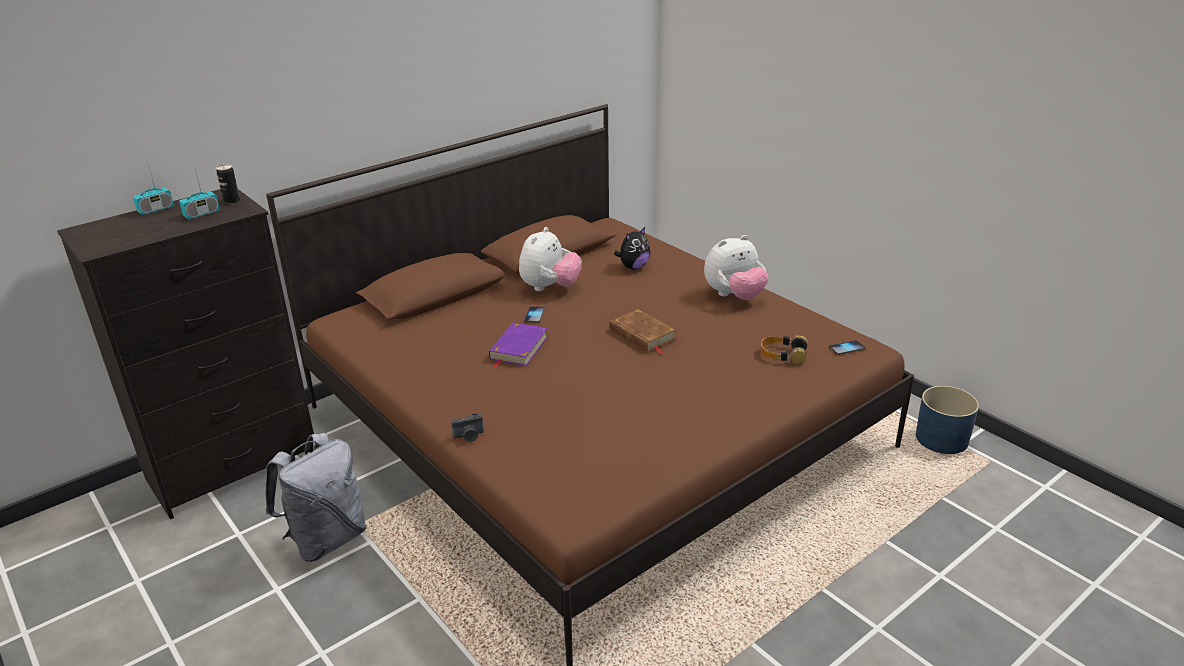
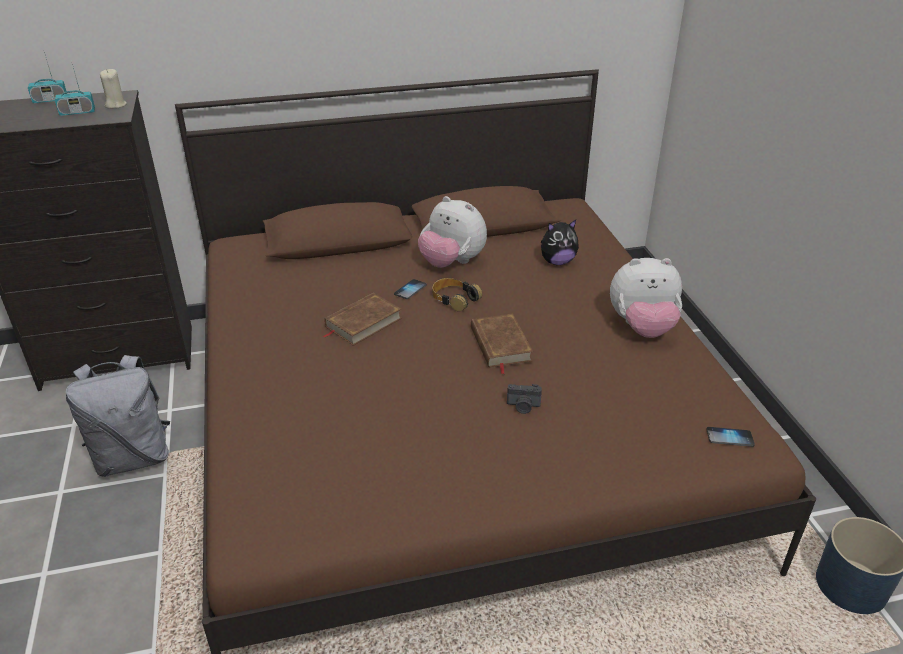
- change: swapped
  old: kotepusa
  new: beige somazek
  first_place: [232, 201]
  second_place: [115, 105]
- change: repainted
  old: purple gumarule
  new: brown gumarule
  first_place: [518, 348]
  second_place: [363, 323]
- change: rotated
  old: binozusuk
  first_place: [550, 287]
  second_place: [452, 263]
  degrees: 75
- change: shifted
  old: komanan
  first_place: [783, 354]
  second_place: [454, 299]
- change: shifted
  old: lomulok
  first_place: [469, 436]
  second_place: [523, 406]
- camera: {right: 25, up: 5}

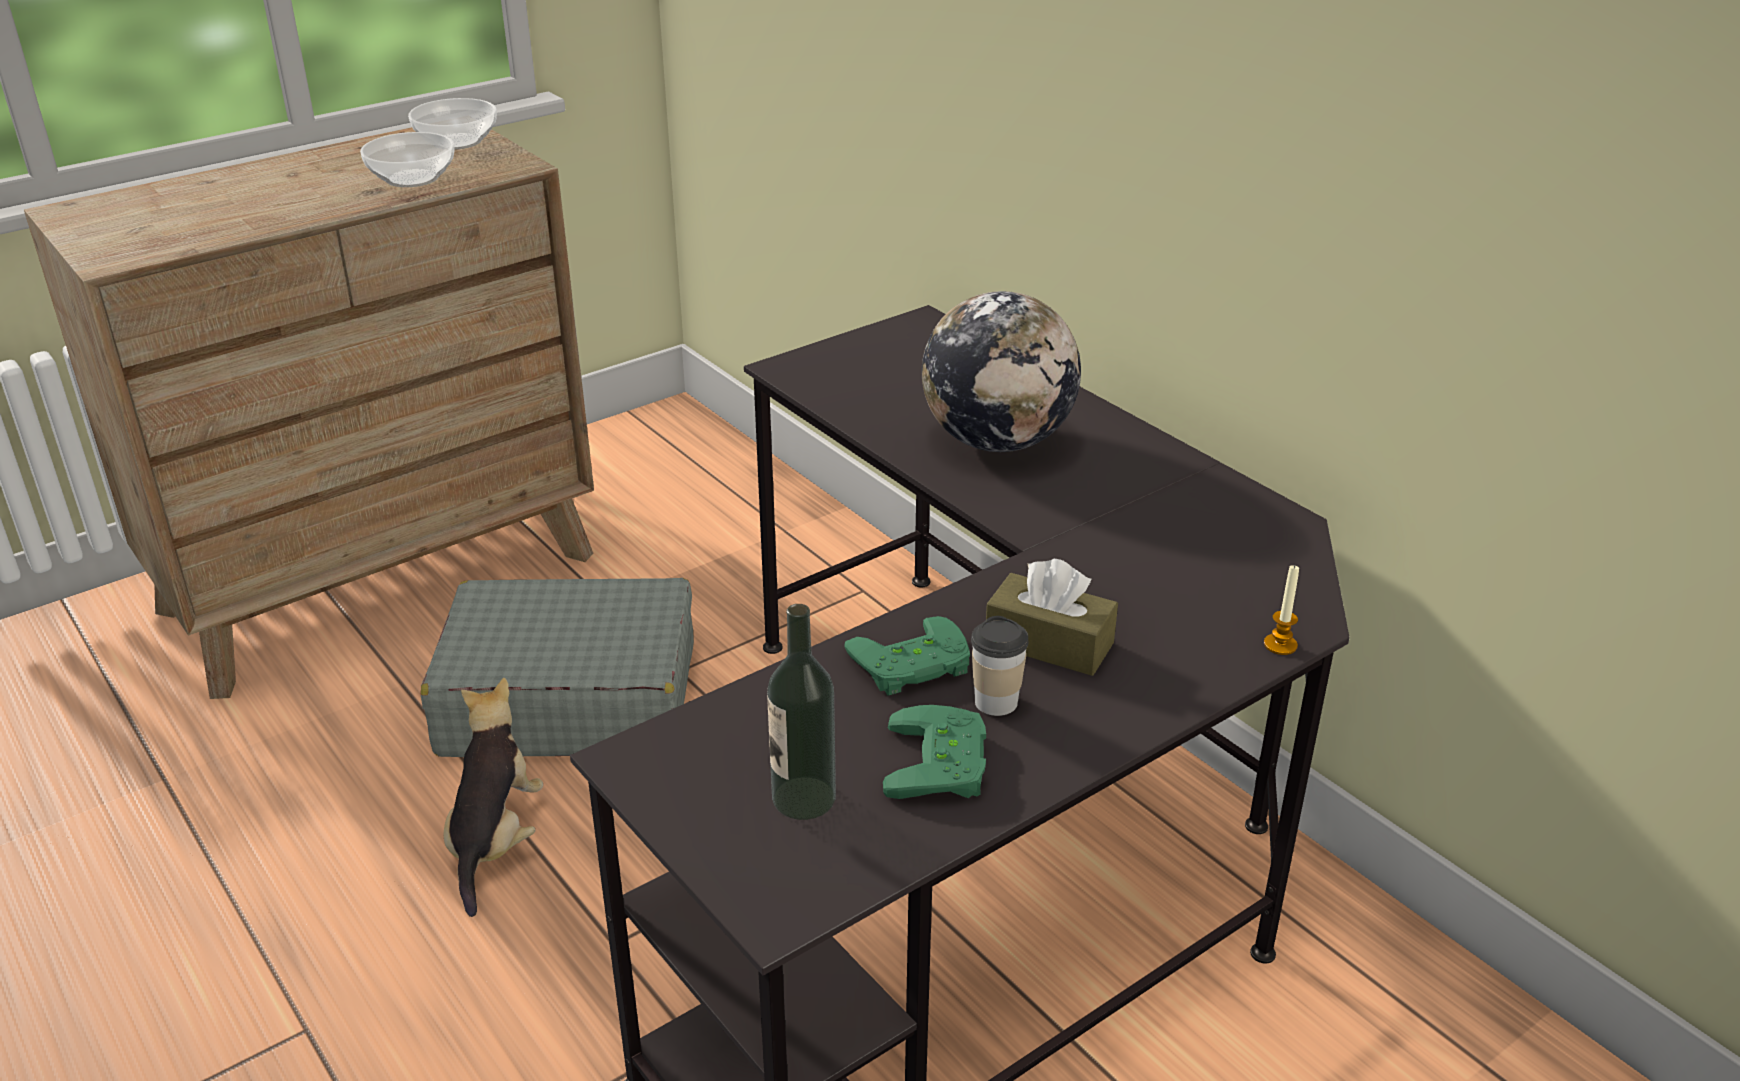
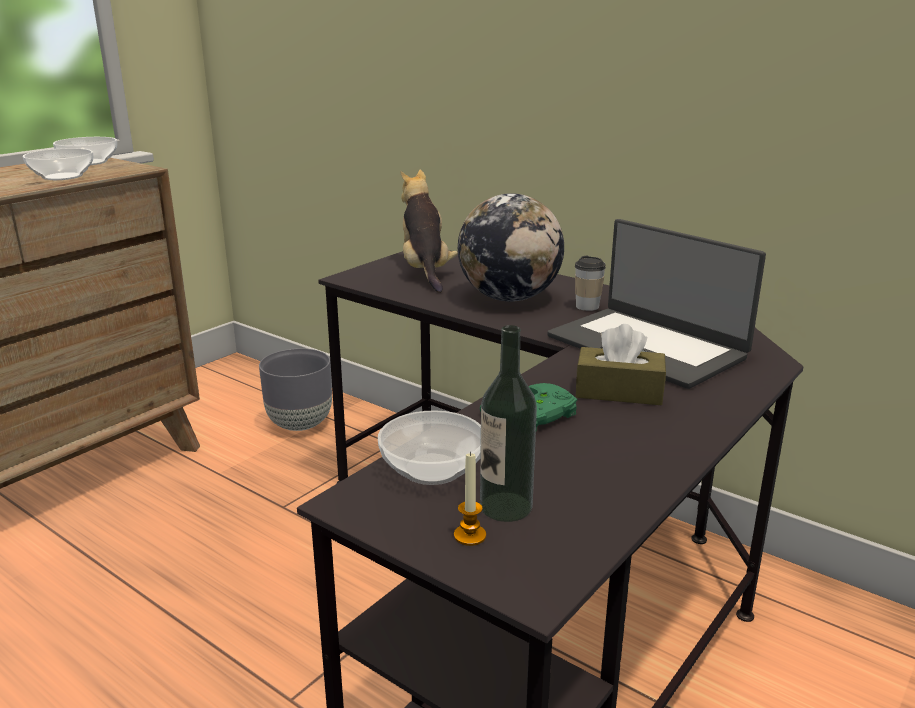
- change: new
  new: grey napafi
  second_place: [299, 424]
- change: new
  new: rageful
  second_place: [431, 470]
- change: shifted
  old: binozusuk
  first_place: [495, 840]
  second_place: [425, 271]
- change: shifted
  old: somazek
  first_place: [1280, 645]
  second_place: [470, 536]
- change: new
  new: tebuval
  second_place: [647, 346]
- change: shifted
  old: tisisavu
  first_place: [996, 702]
  second_place: [587, 306]
- change: gone
  old: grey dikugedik
  first_place: [568, 698]
- change: gone
  old: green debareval
  first_place: [944, 763]
- camera: {right: -15, up: -10}

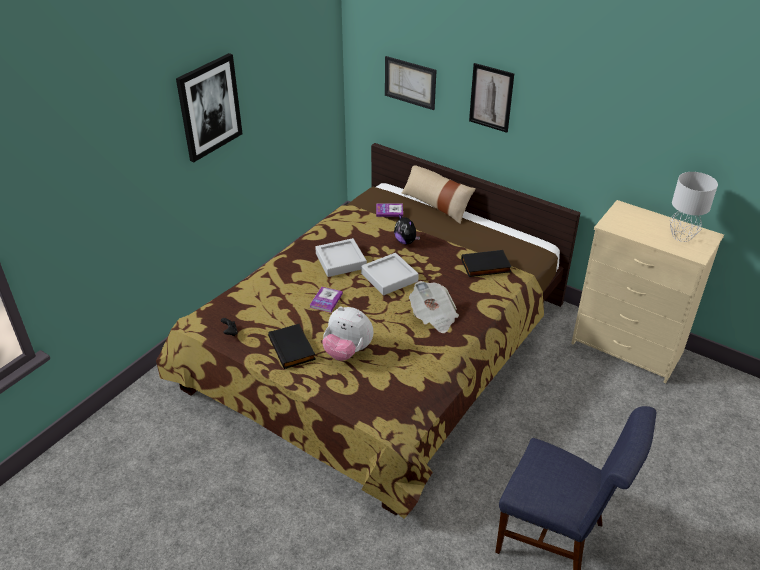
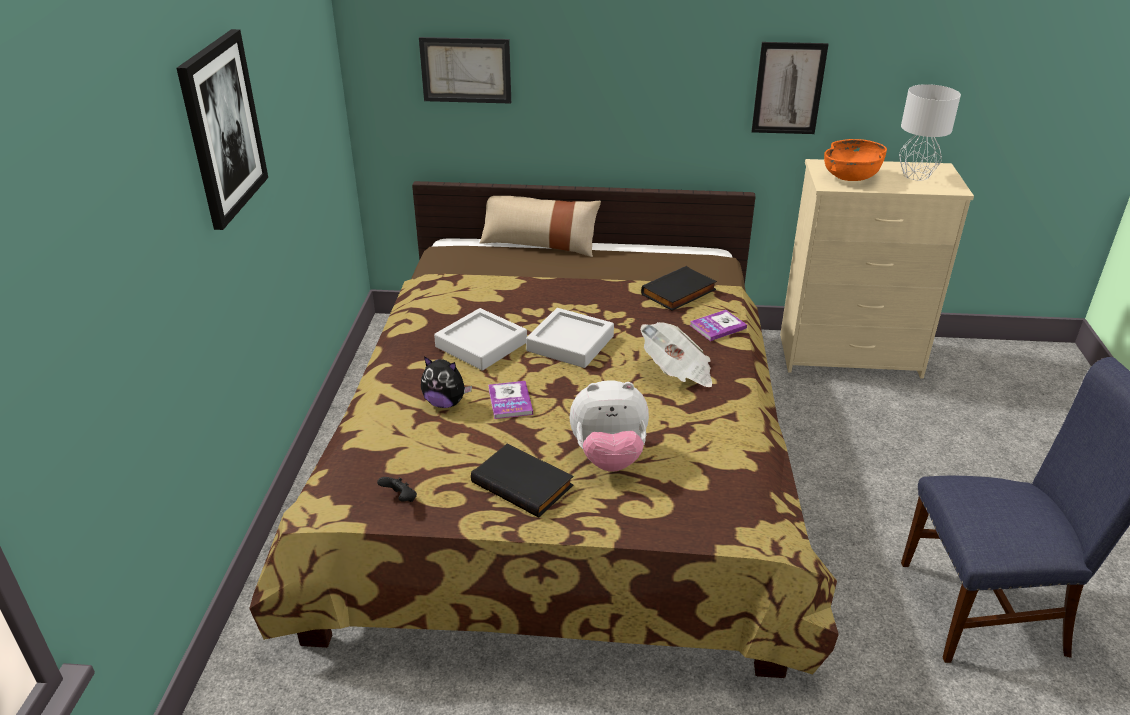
- change: shifted
  old: binozusuk
  first_place: [406, 242]
  second_place: [445, 403]
- change: shifted
  old: gumarule
  first_place: [389, 211]
  second_place: [718, 327]
- change: shifted
  old: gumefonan
  first_place: [491, 97]
  second_place: [788, 88]
- change: new
  new: orange rageful
  second_place: [851, 177]
- camera: {right: -30, up: -5}

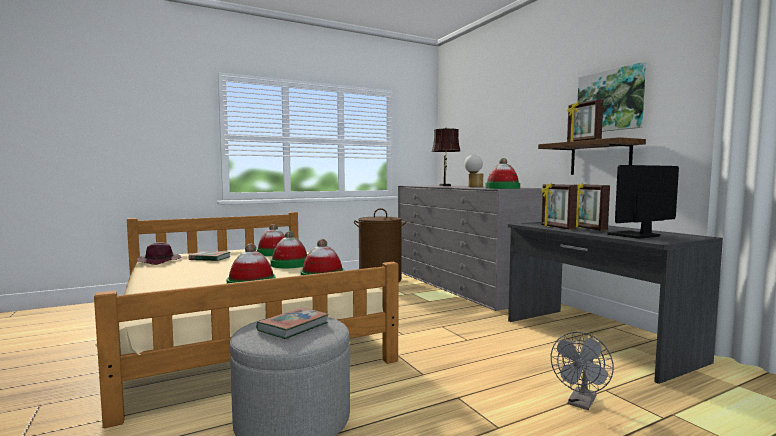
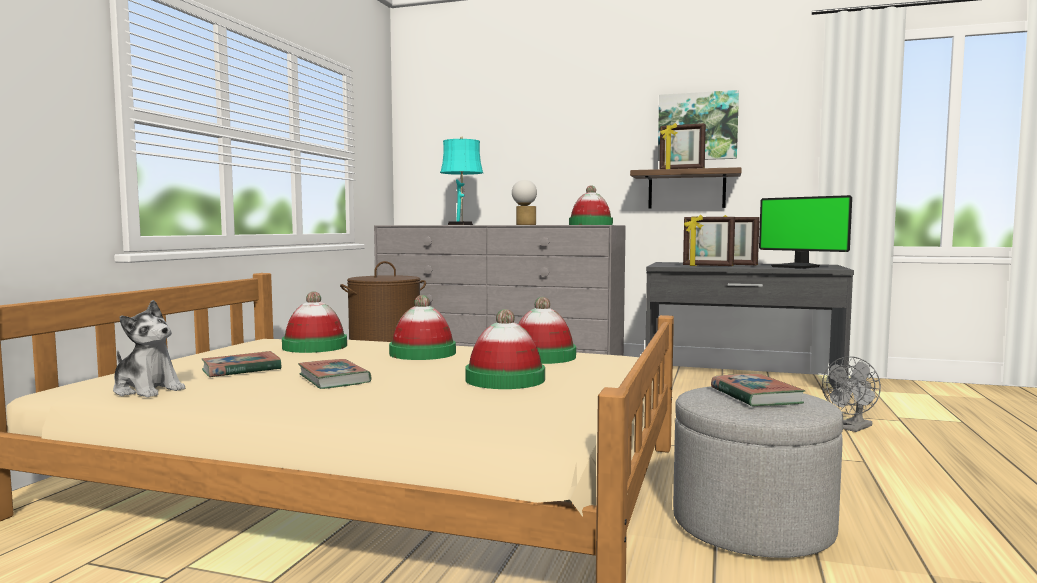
- change: swapped
  old: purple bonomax
  new: binozusuk
  first_place: [160, 261]
  second_place: [147, 390]
- change: new
  new: gumarule
  second_place: [334, 379]
- change: repainted
  old: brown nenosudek
  new: turquoise nenosudek
  first_place: [445, 186]
  second_place: [461, 224]
- change: rotated
  old: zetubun
  first_place: [635, 236]
  second_place: [797, 267]
  degrees: -60
- change: rotated
  old: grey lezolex
  first_place: [581, 403]
  second_place: [852, 428]
  degrees: 60
- camera: {right: -45, up: 0}

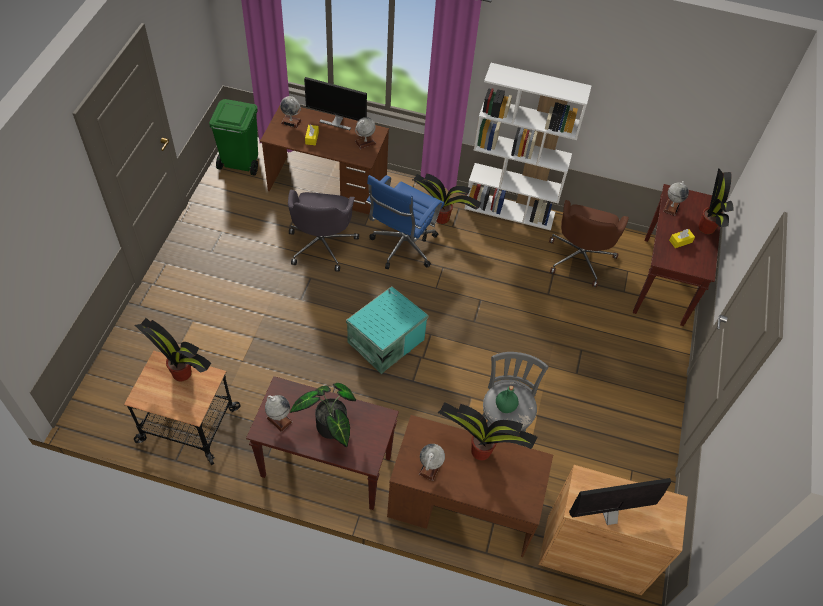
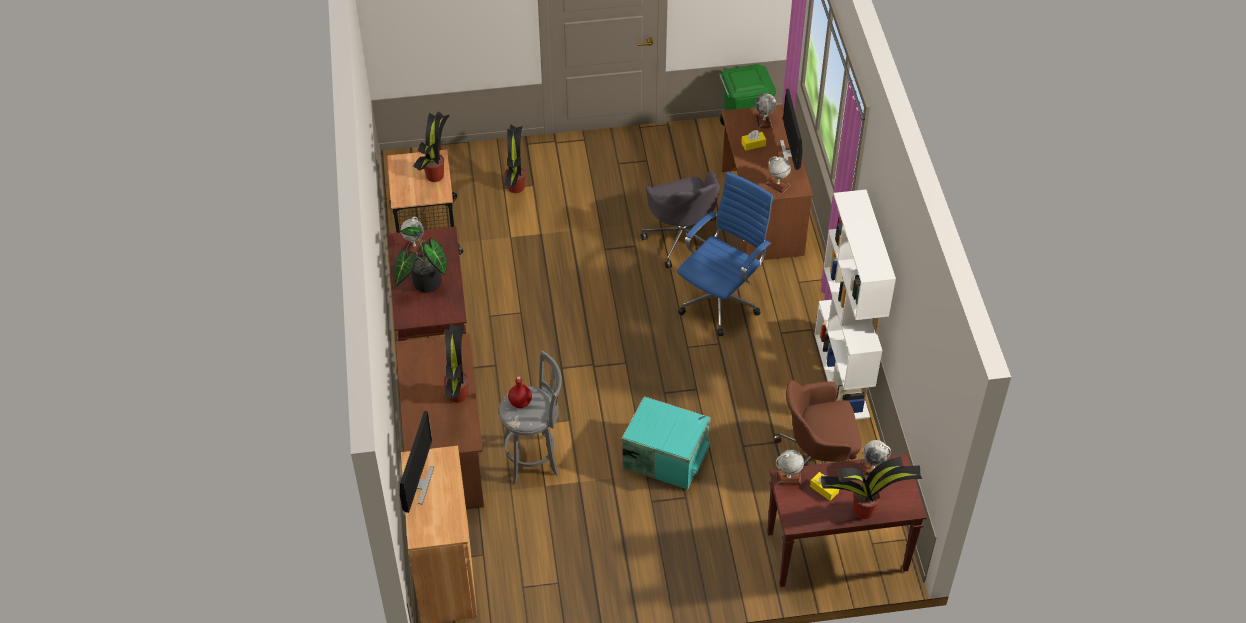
- change: rotated
  old: zetubun
  first_place: [609, 514]
  second_place: [418, 484]
  degrees: 45
- change: shifted
  old: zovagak
  first_place: [443, 218]
  second_place: [515, 188]
- change: repainted
  old: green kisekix
  new: red kisekix
  first_place: [506, 406]
  second_place: [520, 403]
- change: shifted
  old: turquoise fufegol
  first_place: [384, 341]
  second_place: [665, 456]
- change: rotated
  old: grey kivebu
  first_place: [322, 244]
  second_place: [682, 238]
  degrees: -90
- change: rotated
  old: blue kivebu
  first_place: [402, 248]
  second_place: [721, 301]
  degrees: 120
- change: shifted
  old: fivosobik
  first_place: [430, 468]
  second_place: [788, 478]
- camera: {right: 70, up: -5}

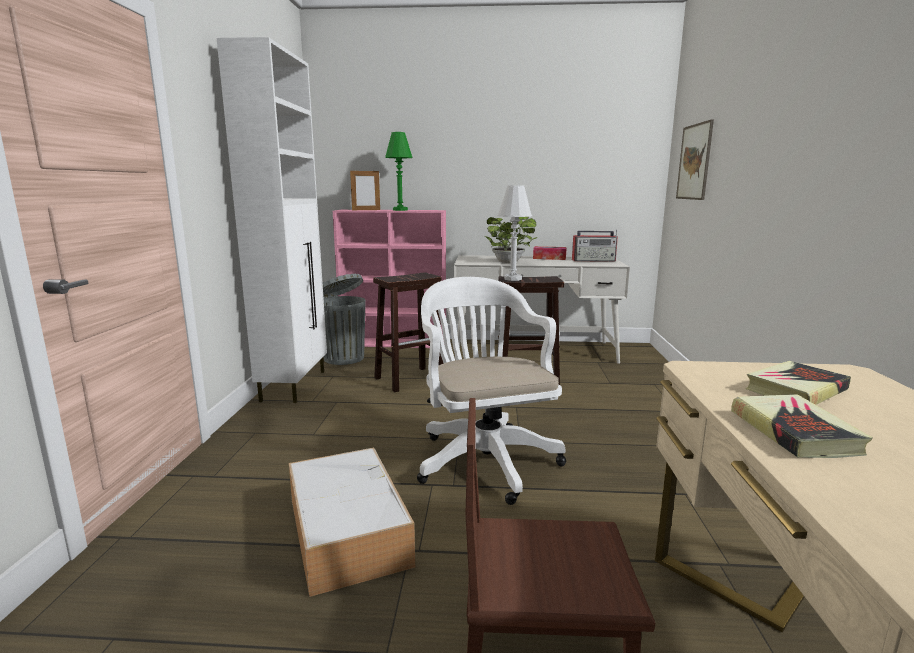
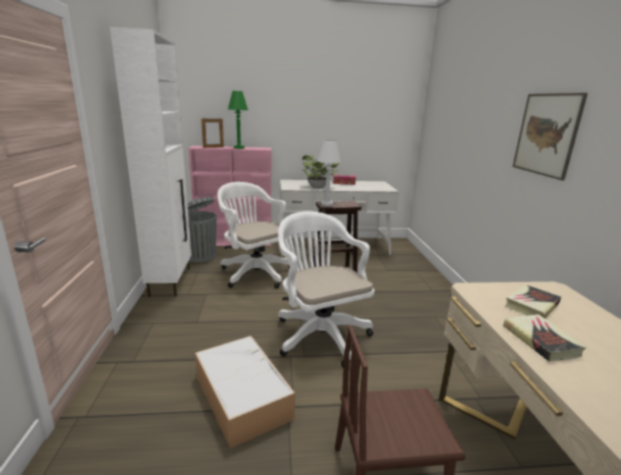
- change: swapped
  old: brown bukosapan
  new: white kivebu
  first_place: [410, 379]
  second_place: [254, 272]
- change: shifted
  old: gumefonan
  first_place: [694, 162]
  second_place: [546, 134]
- change: gone
  old: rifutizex
  first_place: [594, 260]
- camera: {right: -10, up: 5}

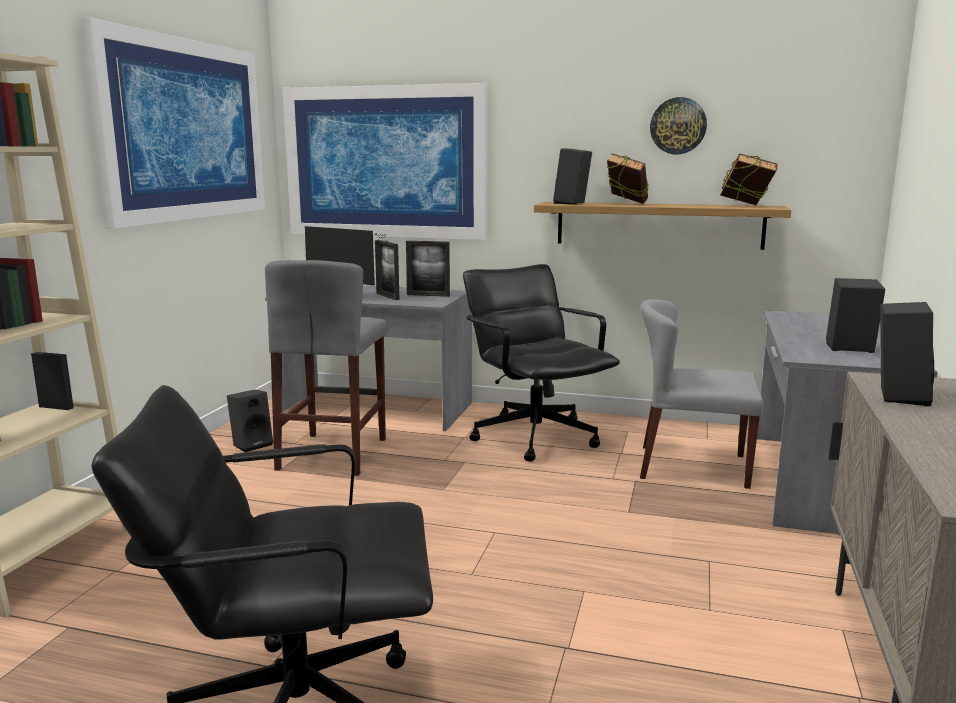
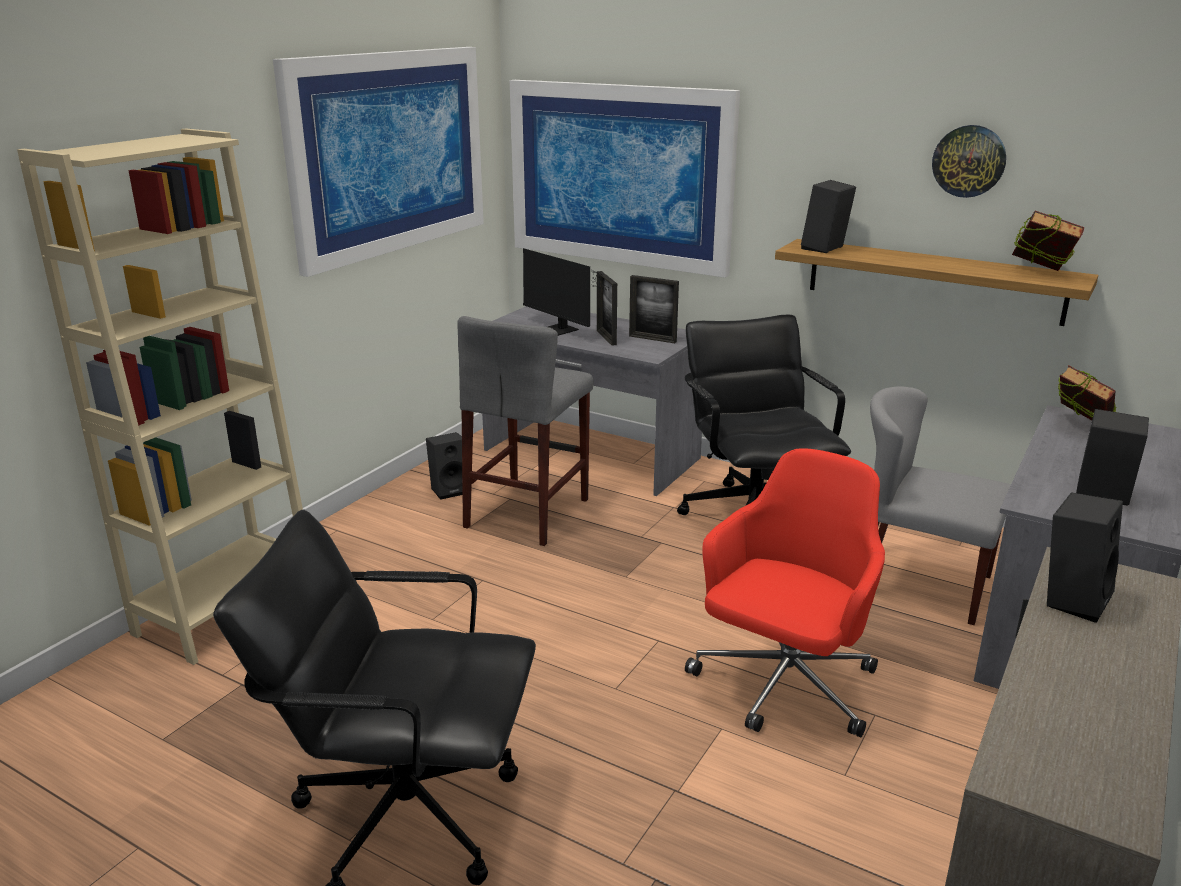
- change: new
  new: red kivebu
  second_place: [784, 686]
- change: shifted
  old: gumarule
  first_place: [626, 204]
  second_place: [1079, 428]
- camera: {right: 15, up: 10}

